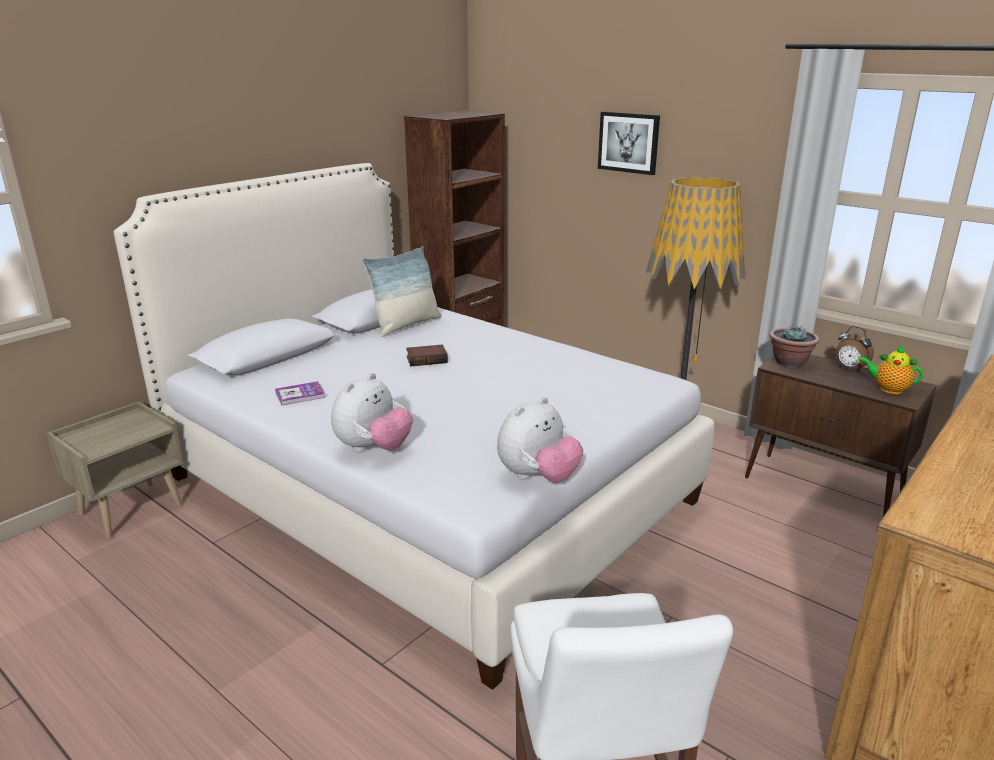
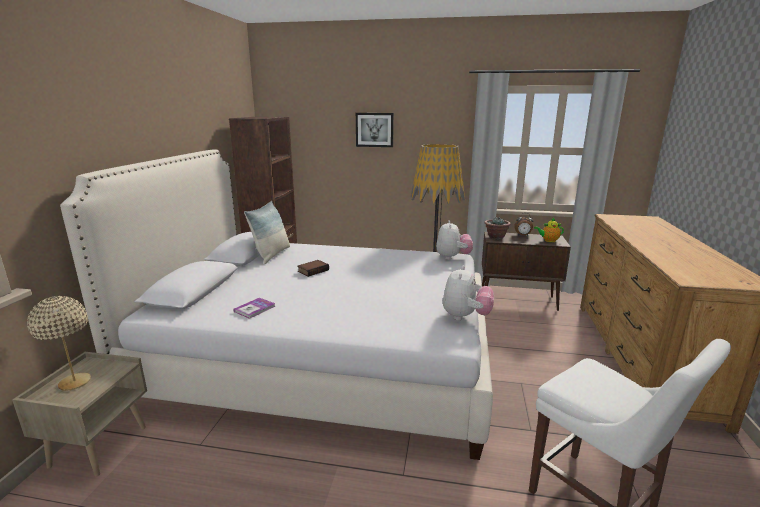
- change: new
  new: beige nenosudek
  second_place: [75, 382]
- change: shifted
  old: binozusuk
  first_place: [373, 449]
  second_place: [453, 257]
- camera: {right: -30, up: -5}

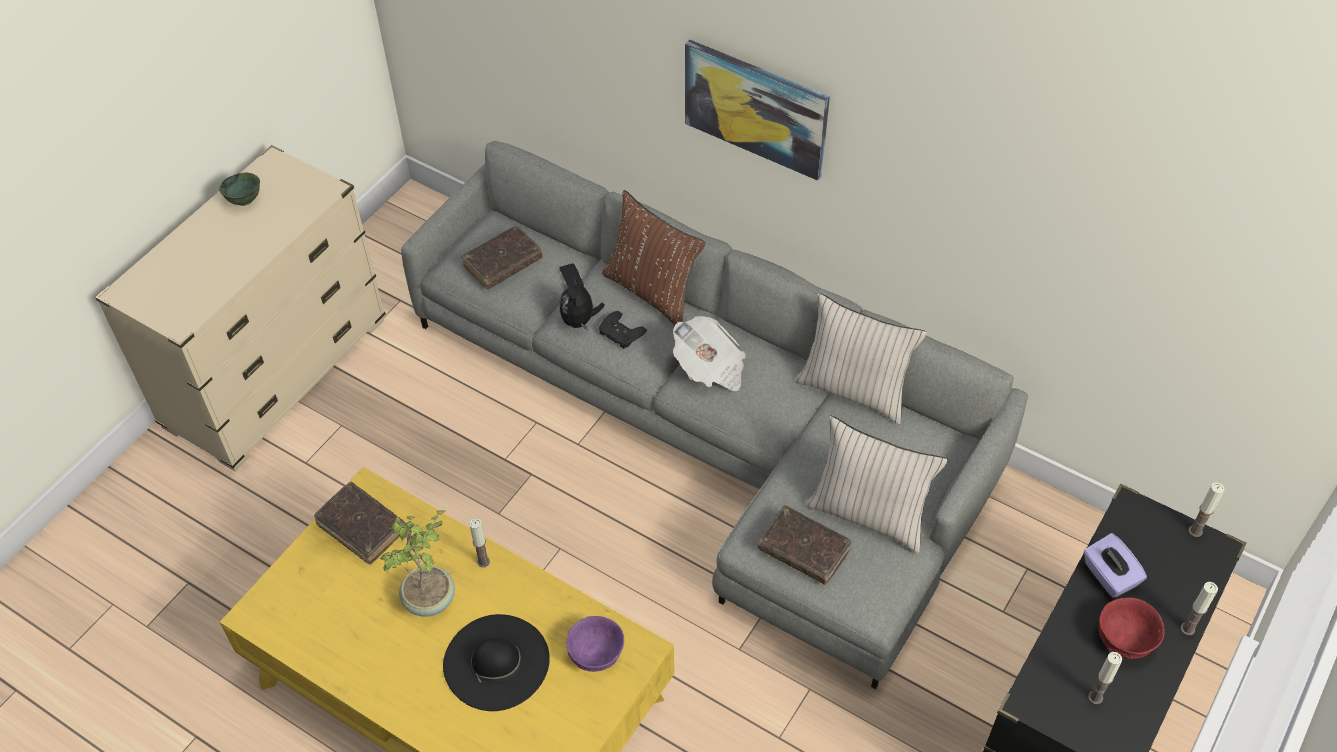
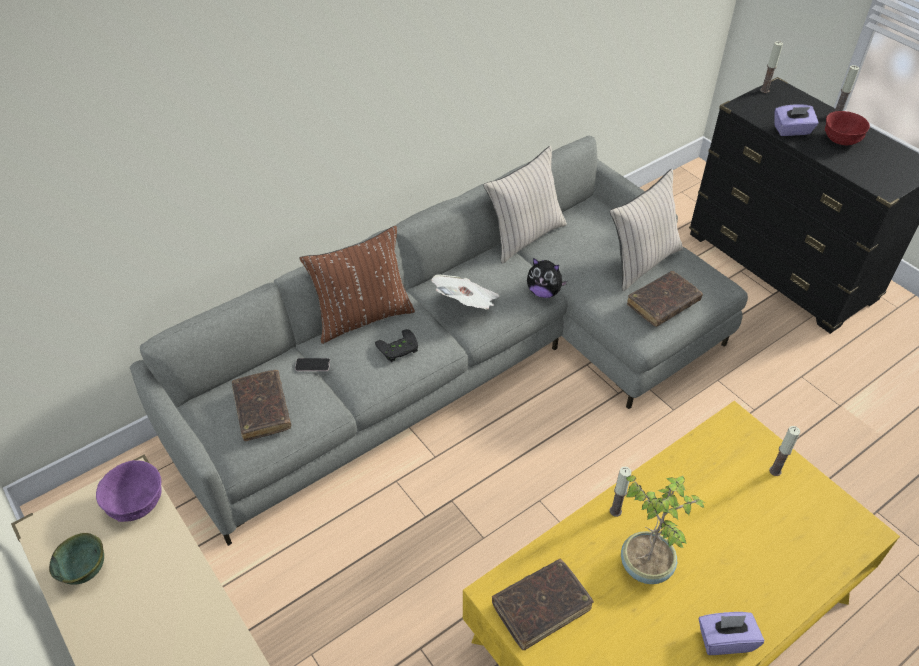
- change: shifted
  old: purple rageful
  first_place: [595, 654]
  second_place: [137, 503]
- change: shifted
  old: binozusuk
  first_place: [580, 320]
  second_place: [544, 292]
- change: new
  new: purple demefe
  second_place: [725, 640]
- change: shifted
  old: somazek
  first_place: [1095, 697]
  second_place: [775, 471]
- change: gone
  old: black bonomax
  first_place: [496, 662]
- change: gone
  old: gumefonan
  first_place: [756, 108]
- camera: {right: -70, up: -5}

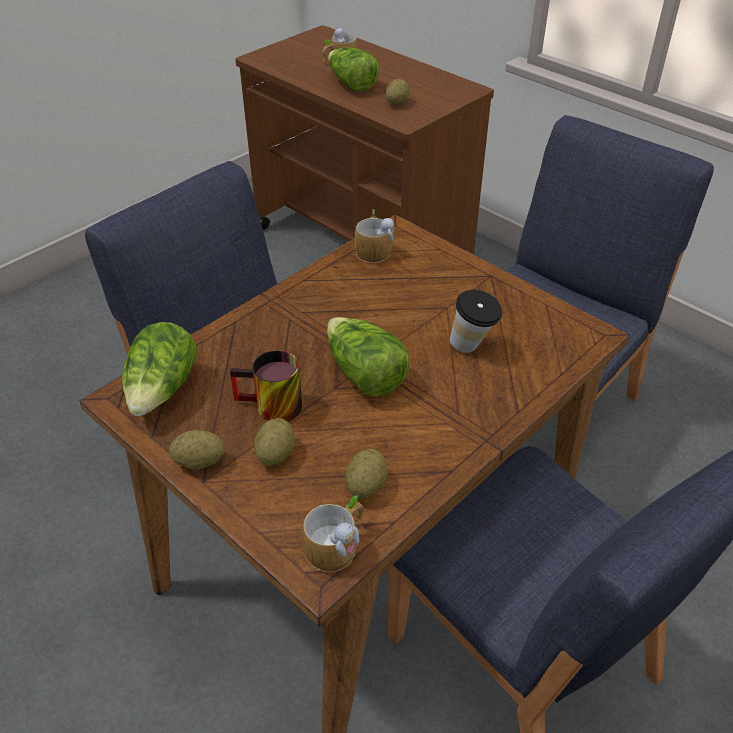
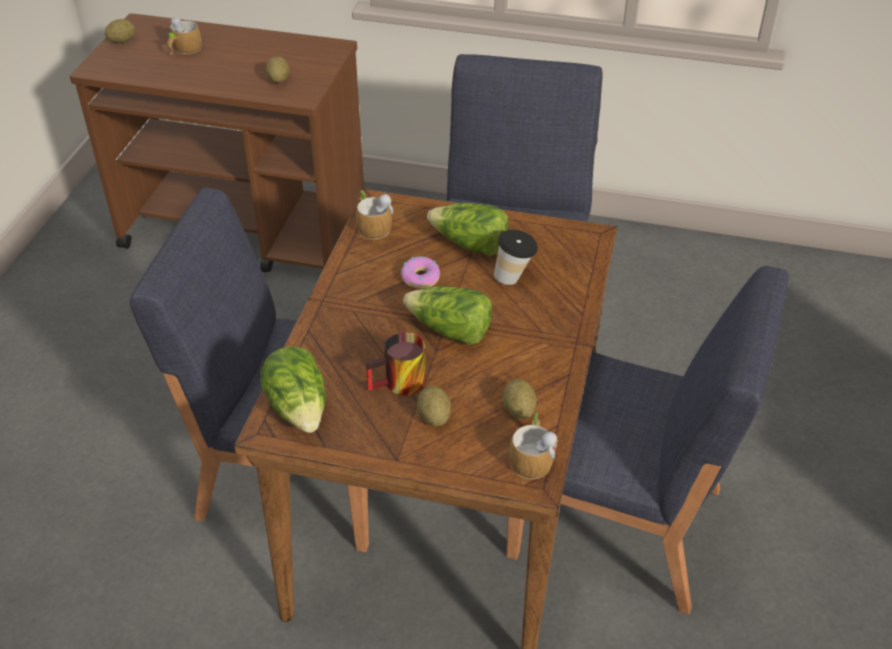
- change: shifted
  old: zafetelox
  first_place: [199, 462]
  second_place: [122, 41]
- change: new
  new: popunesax
  second_place: [421, 277]
- change: shifted
  old: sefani
  first_place: [351, 84]
  second_place: [470, 244]
- camera: {right: -30, up: 0}

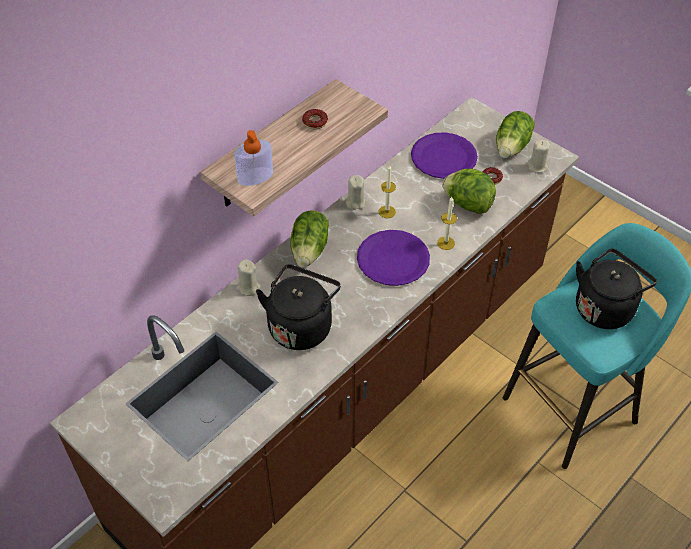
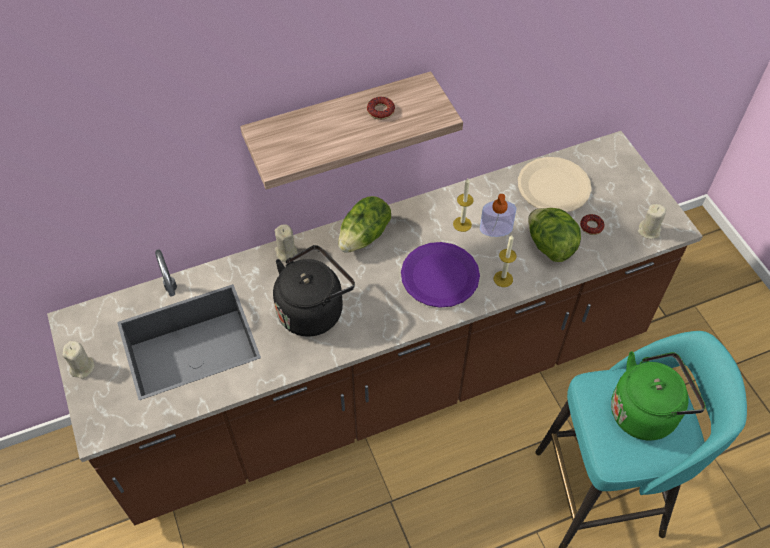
- change: shifted
  old: beige somazek
  first_place: [355, 202]
  second_place: [82, 367]
- change: shifted
  old: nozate
  first_place: [255, 176]
  second_place: [496, 229]
- change: repainted
  old: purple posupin
  new: beige posupin
  first_place: [444, 157]
  second_place: [554, 187]
- change: repainted
  old: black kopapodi
  new: green kopapodi
  first_place: [605, 307]
  second_place: [646, 411]
- change: gone
  old: sefani
  first_place: [512, 147]
- camera: {right: 25, up: 5}

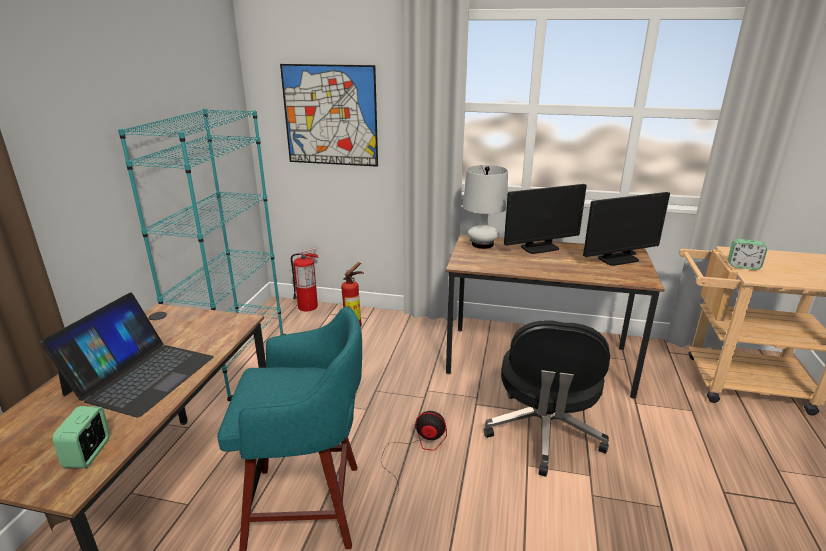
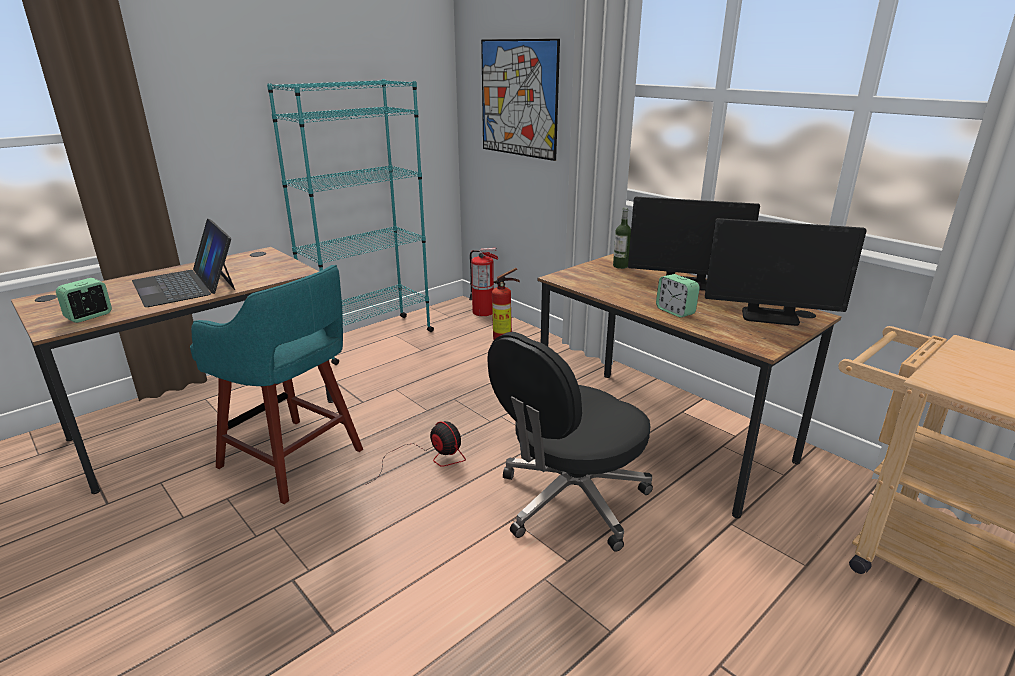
- change: rotated
  old: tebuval
  first_place: [140, 375]
  second_place: [185, 285]
  degrees: 90
- change: swapped
  old: white nenosudek
  new: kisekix
  first_place: [482, 244]
  second_place: [620, 266]
- change: shifted
  old: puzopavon
  first_place: [743, 266]
  second_place: [675, 311]
- camera: {right: 35, up: 0}

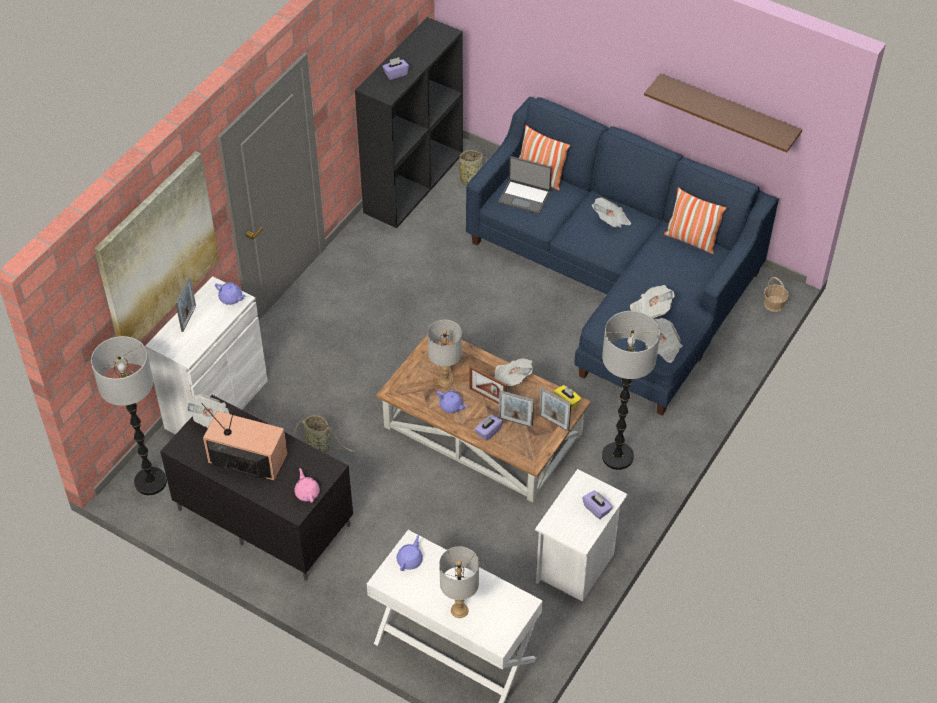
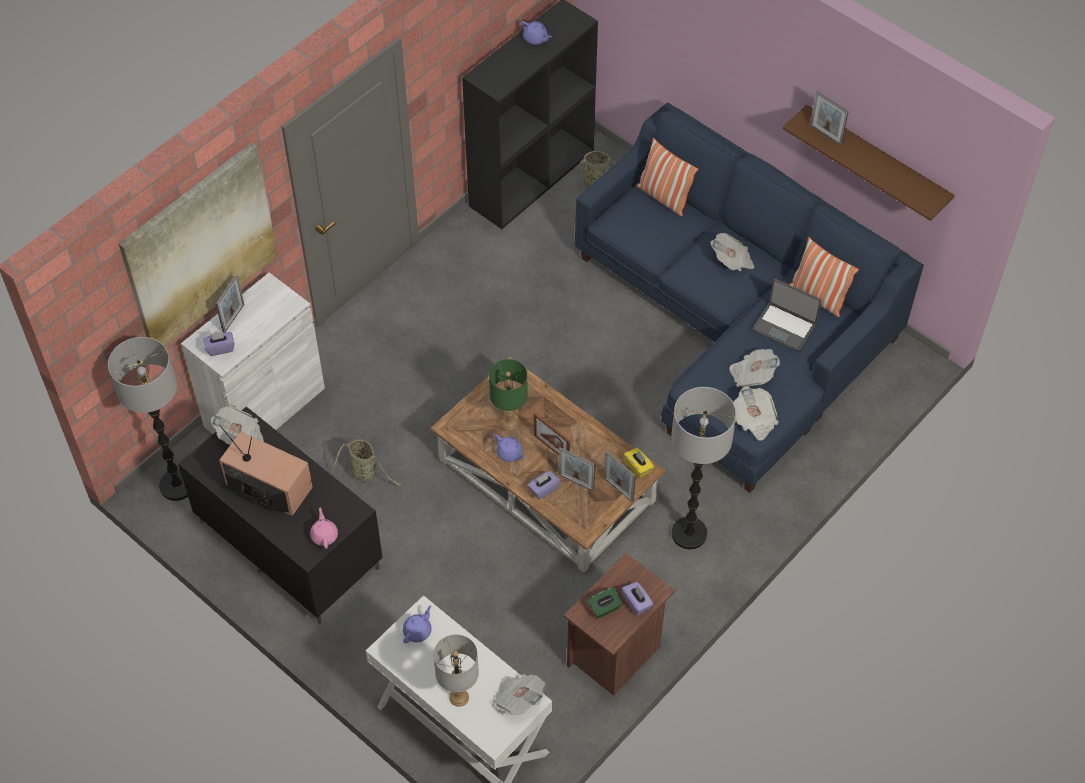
- change: shifted
  old: purple demefe
  first_place: [396, 74]
  second_place: [220, 348]
- change: repainted
  old: grey nenosudek
  new: green nenosudek
  first_place: [445, 381]
  second_place: [509, 423]
- change: shifted
  old: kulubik
  first_place: [511, 378]
  second_place: [518, 698]
- change: shifted
  old: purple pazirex
  first_place: [231, 298]
  second_place: [536, 39]
- change: repainted
  old: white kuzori
  new: brown kuzori
  first_place: [576, 567]
  second_place: [615, 655]
- change: new
  new: green demefe
  second_place: [605, 608]
- change: shifted
  old: tebuval
  first_place: [524, 197]
  second_place: [784, 327]
- change: new
  new: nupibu
  second_place: [825, 134]
- change: gone
  old: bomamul
  first_place: [774, 304]
- camera: {right: 10, up: 5}

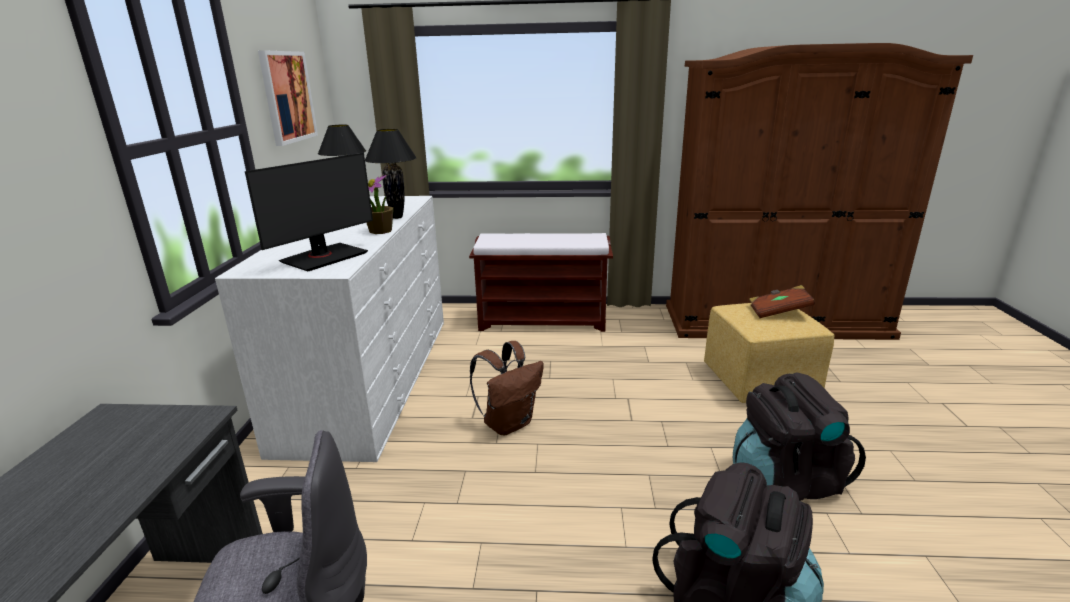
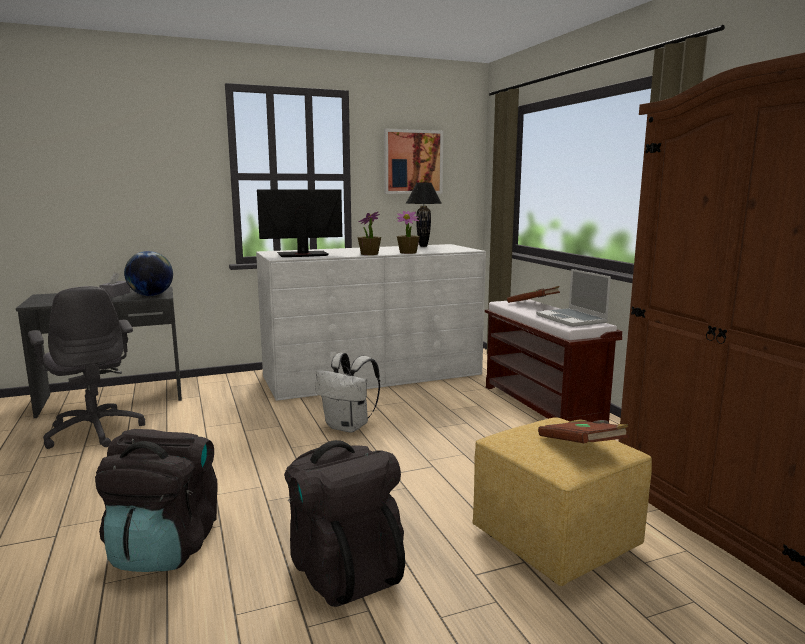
- change: new
  new: grey demefe
  second_place: [115, 294]
- change: new
  new: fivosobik
  second_place: [151, 295]
- change: rotated
  old: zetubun
  first_place: [323, 257]
  second_place: [302, 255]
  degrees: 150
- change: repainted
  old: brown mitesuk
  new: white mitesuk
  first_place: [509, 423]
  second_place: [349, 426]
- change: swapped
  old: black nenosudek
  new: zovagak
  first_place: [397, 217]
  second_place: [408, 252]
- change: new
  new: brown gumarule
  second_place: [533, 304]
- change: new
  new: tebuval
  second_place: [572, 319]
- camera: {right: 65, up: -10}

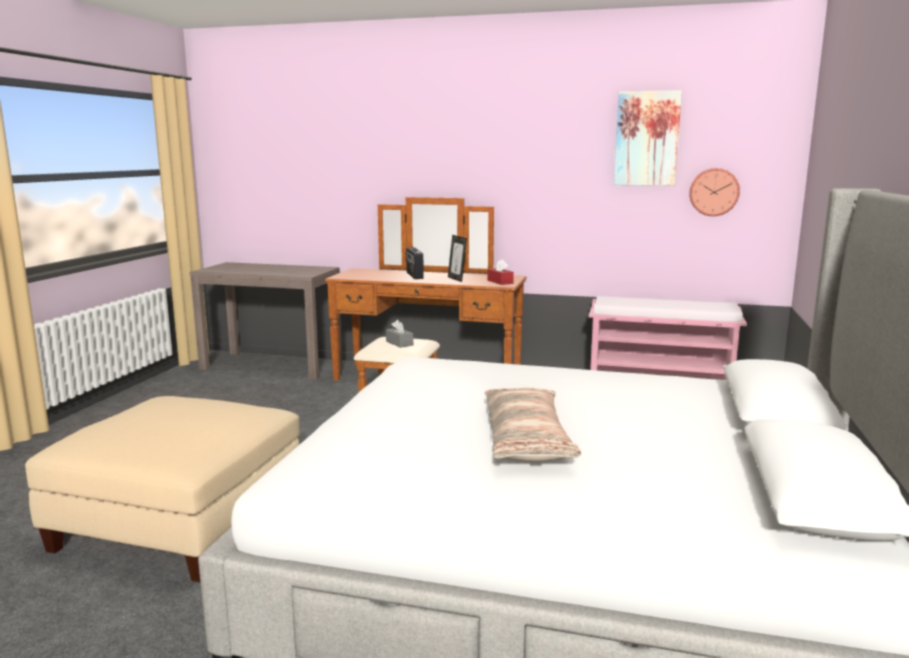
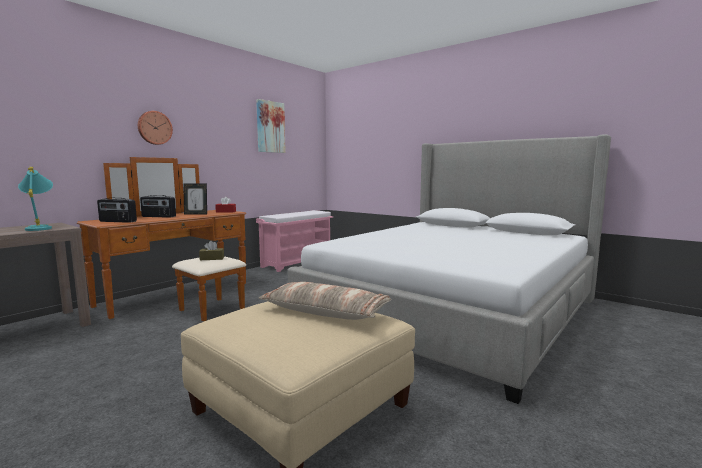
- change: new
  new: turquoise nenosudek
  second_place: [40, 228]
- change: new
  new: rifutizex
  second_place: [117, 221]
- change: shifted
  old: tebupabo
  first_place: [714, 192]
  second_place: [154, 128]
- change: repainted
  old: grey demefe
  new: brown demefe
  first_place: [399, 343]
  second_place: [212, 258]
- change: shifted
  old: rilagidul
  first_place: [527, 439]
  second_place: [325, 312]
- camera: {right: -65, up: -5}

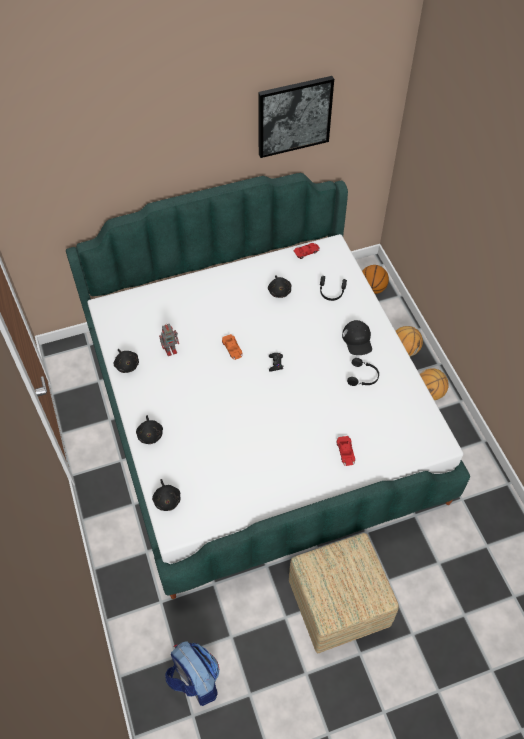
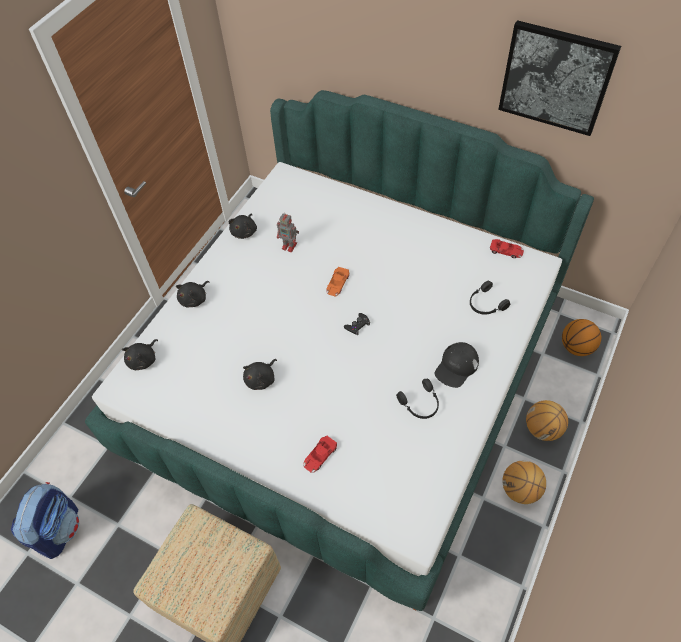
- change: shifted
  old: black binozusuk
  first_place: [279, 291]
  second_place: [261, 379]
- camera: {right: 50, up: 0}

